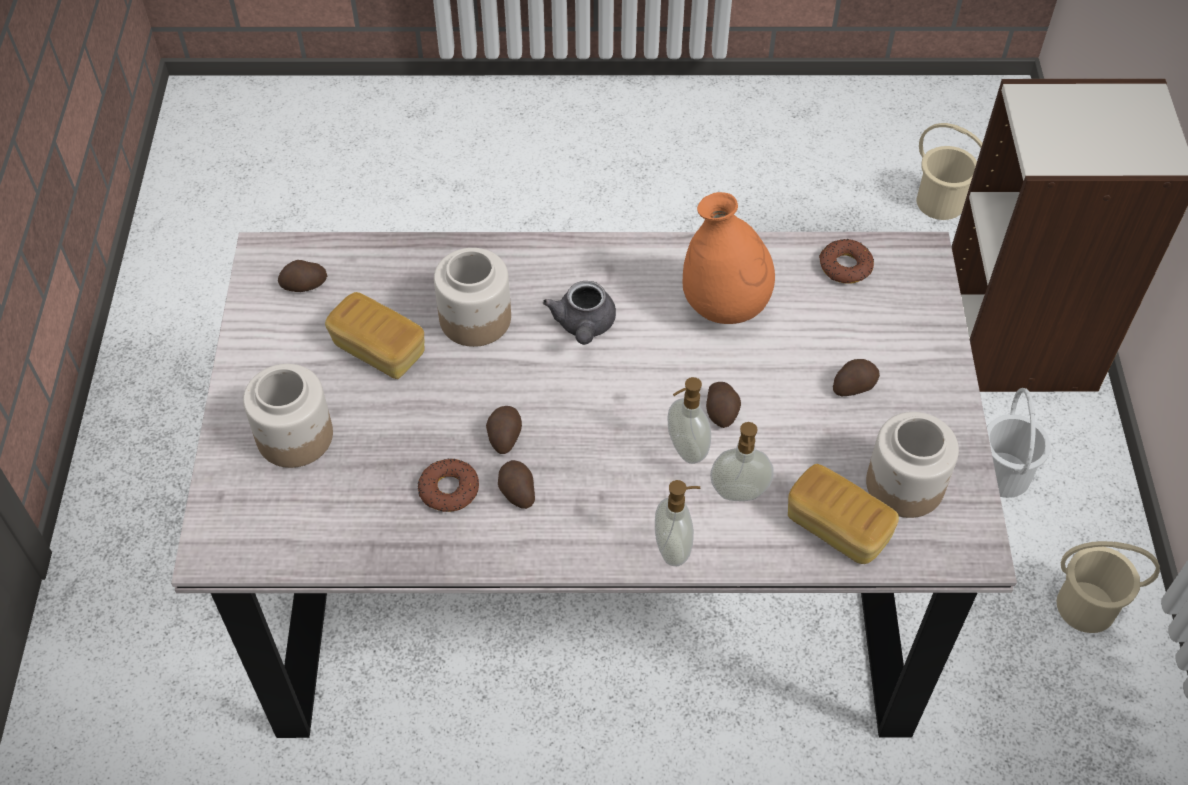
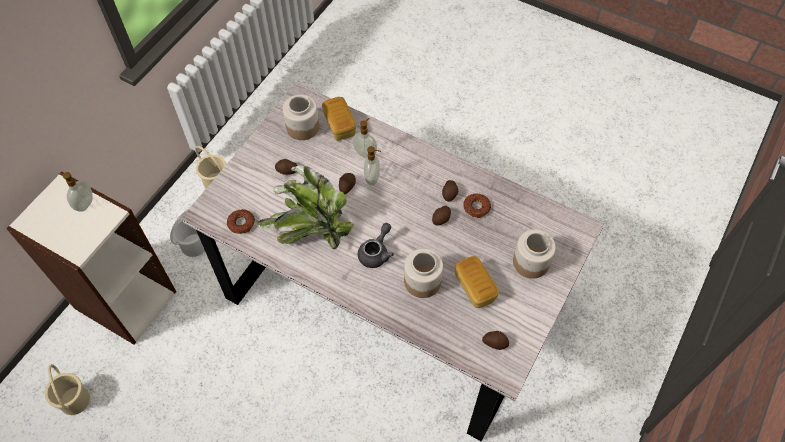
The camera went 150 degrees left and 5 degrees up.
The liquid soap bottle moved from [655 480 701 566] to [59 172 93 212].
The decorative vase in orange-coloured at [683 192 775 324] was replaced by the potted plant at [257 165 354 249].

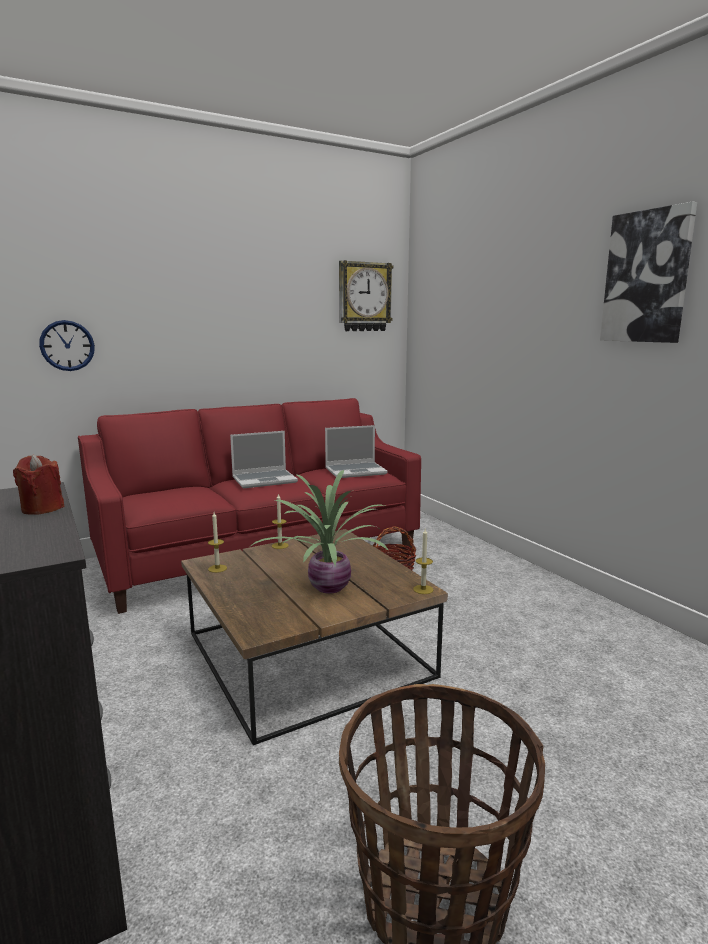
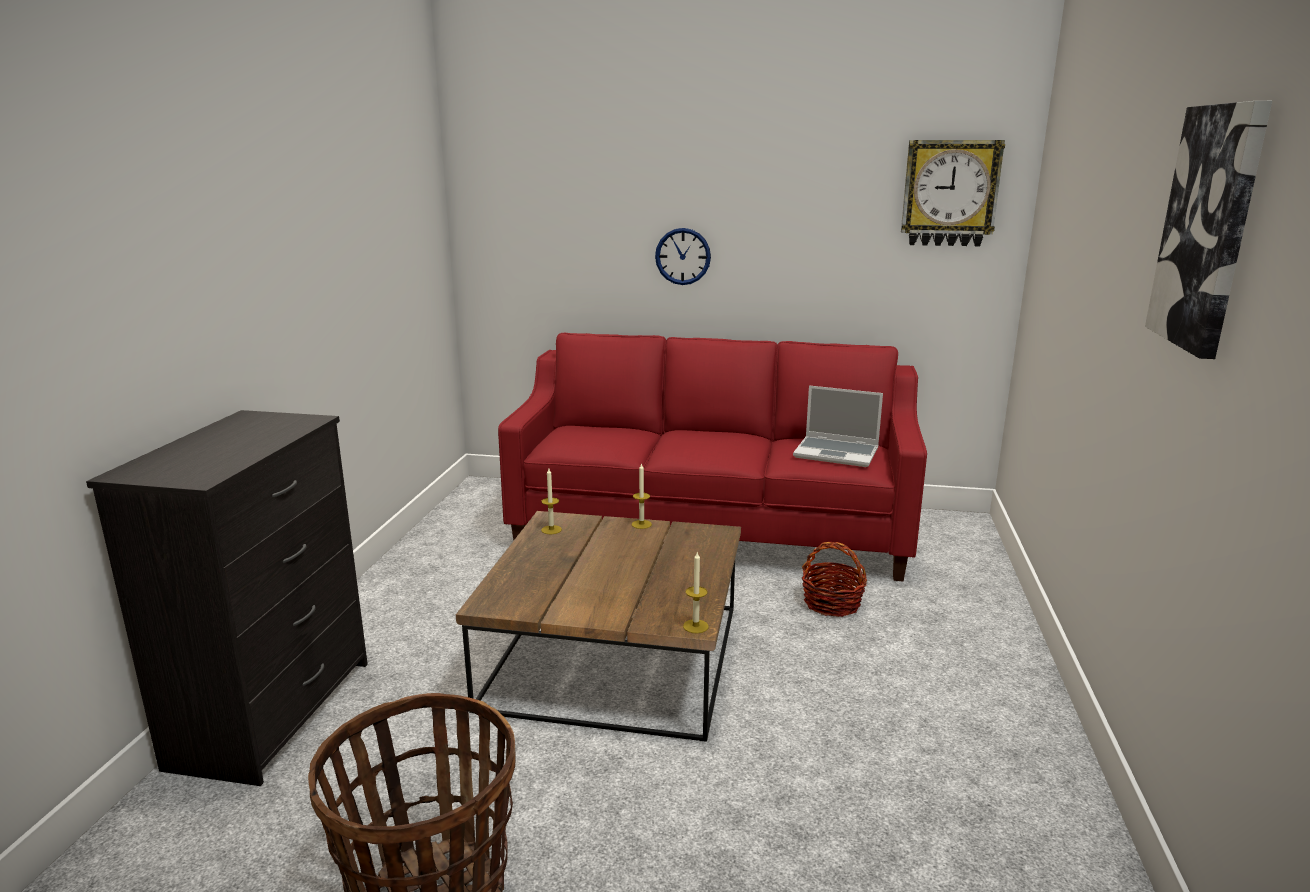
The camera went 40 degrees right and 5 degrees up.
The candle in reddish at [13 454 64 515] disappeared.
The laptop at [230 431 298 488] disappeared.
The potted plant at [251 470 389 594] disappeared.
The hanging clock moved from [39 320 95 371] to [655 228 711 285].

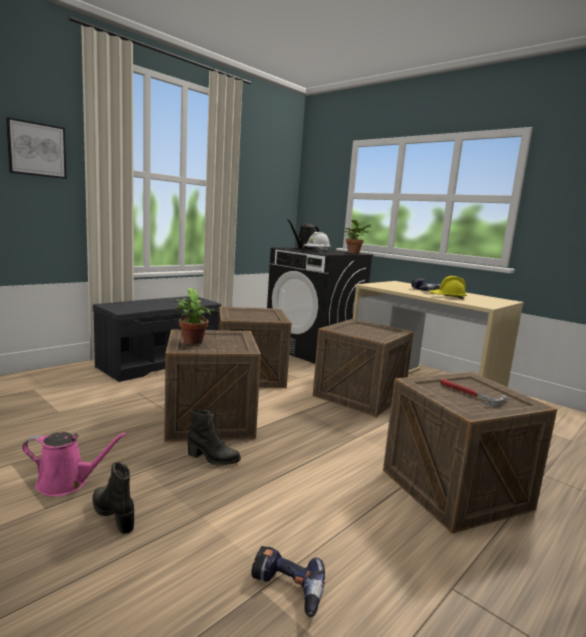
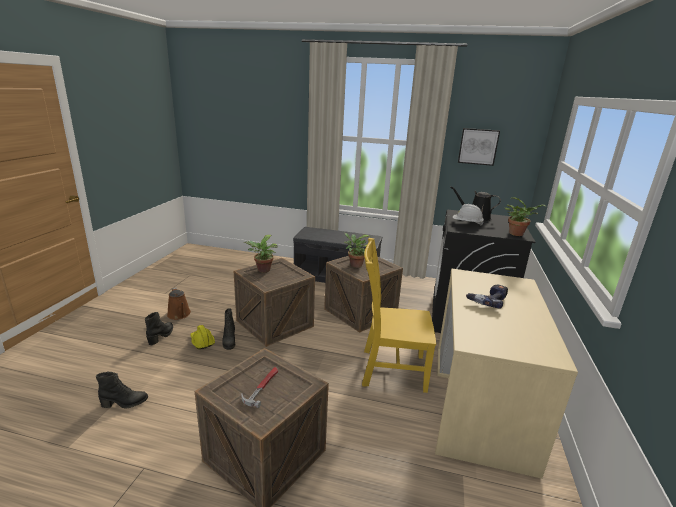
The camera went 60 degrees right and 10 degrees up.
The potted plant at [344 233 370 268] appeared.
The picture moved from [6 117 67 179] to [458 128 500 166].
The hard hat in yellow moved from [429 276 467 299] to [190 325 215 349].
The drill at [251 546 325 617] was replaced by the tall boot in black-coloured at [96 372 148 408].
The packing crate at [313 319 414 417] was replaced by the upright chair in yellow at [362 238 436 393].
The sprinkling can in pink at [22 432 127 496] became the sprinkling can in brown-coloured at [167 287 191 320].

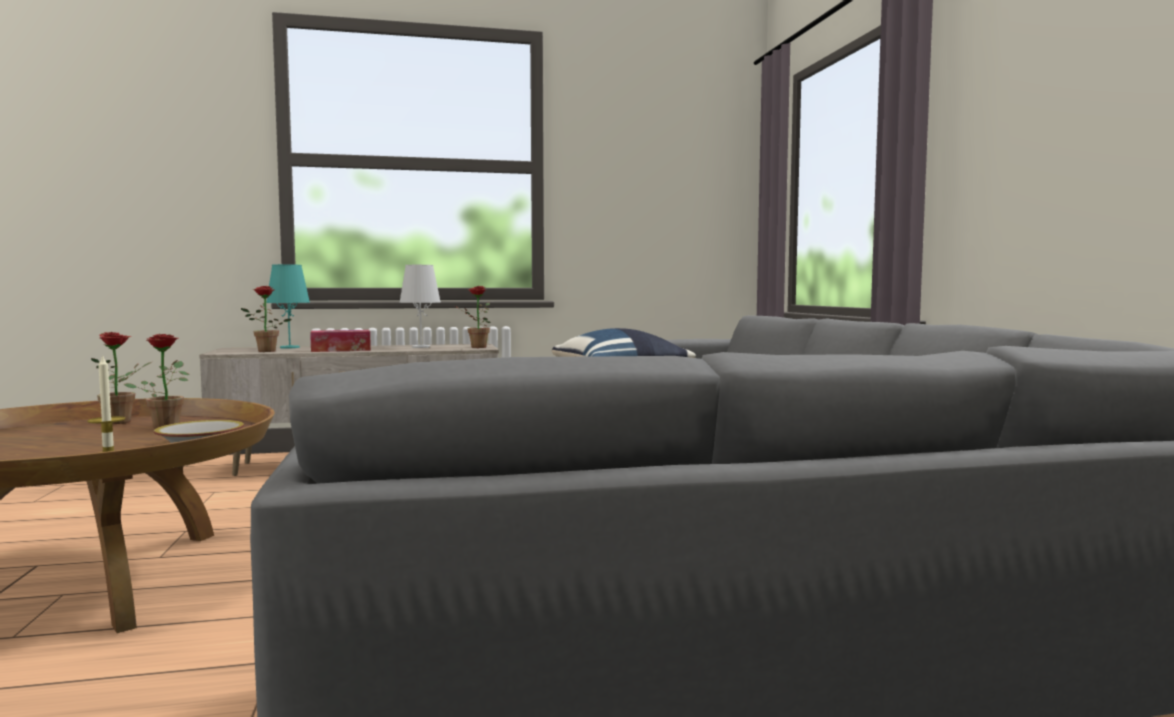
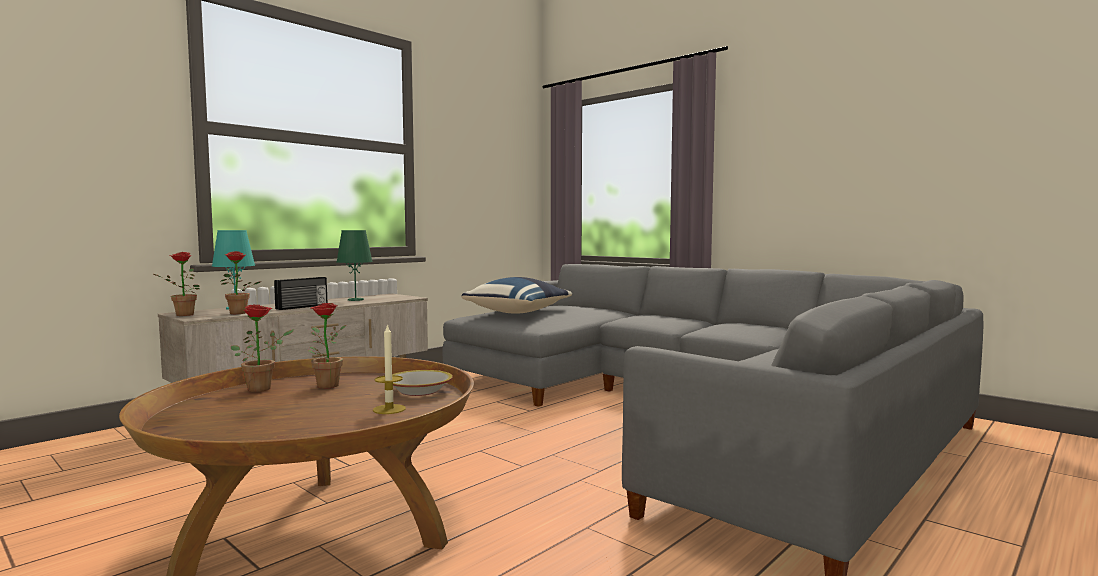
The camera went 35 degrees left and 0 degrees up.
The potted plant moved from [455 286 491 348] to [154 252 200 316].
The tissue box at [310 330 371 352] was replaced by the radio receiver at [274 277 327 310].
The tabletop lamp in white at [399 265 441 348] became the tabletop lamp in green-coloured at [336 230 373 301].

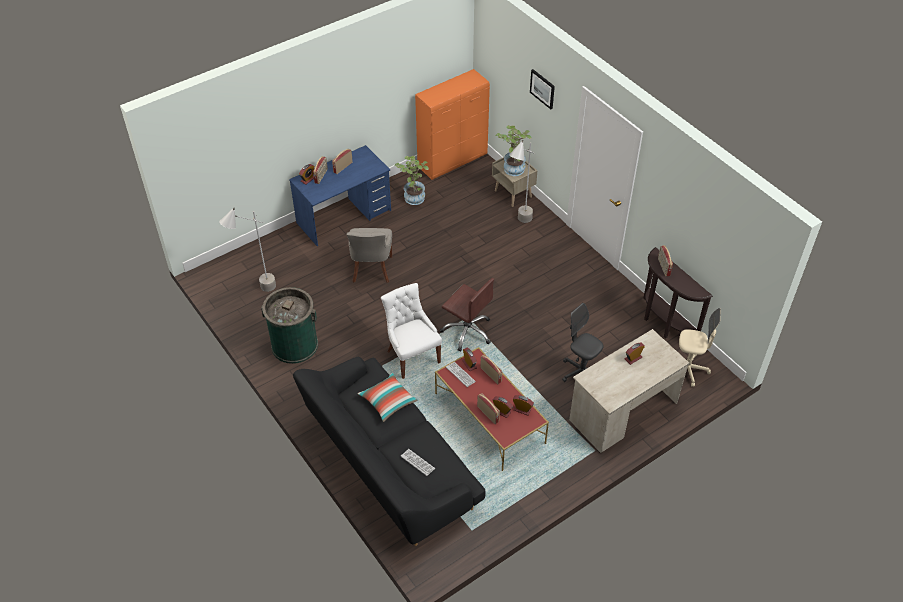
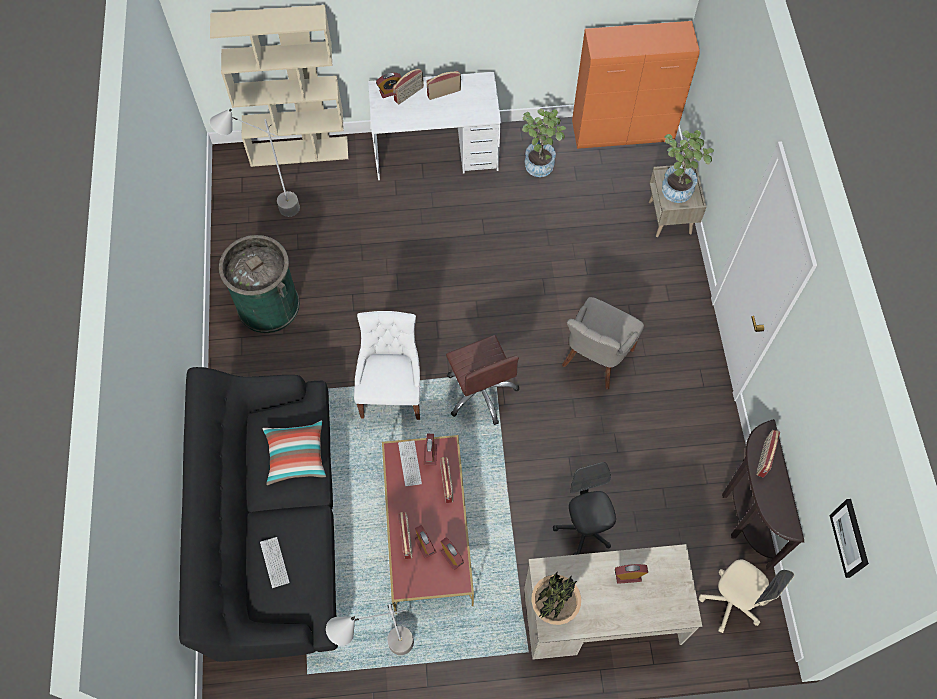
The camera went 30 degrees right and 15 degrees up.
The bookcase in sand-coloured at [210 5 348 167] appeared.
The potted plant at [531 571 581 625] appeared.
The upright chair in greyish moved from [347 228 392 283] to [562 297 644 390].
The floor lamp in greyish moved from [509 140 535 223] to [326 602 414 655].
The picture moved from [530 69 555 109] to [829 499 869 578].
The desk in blue at [289 145 391 246] became the desk in white at [368 72 501 180].

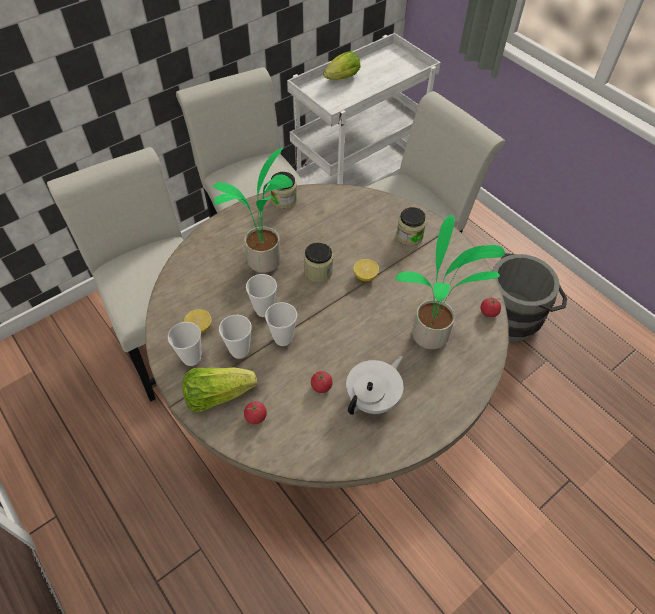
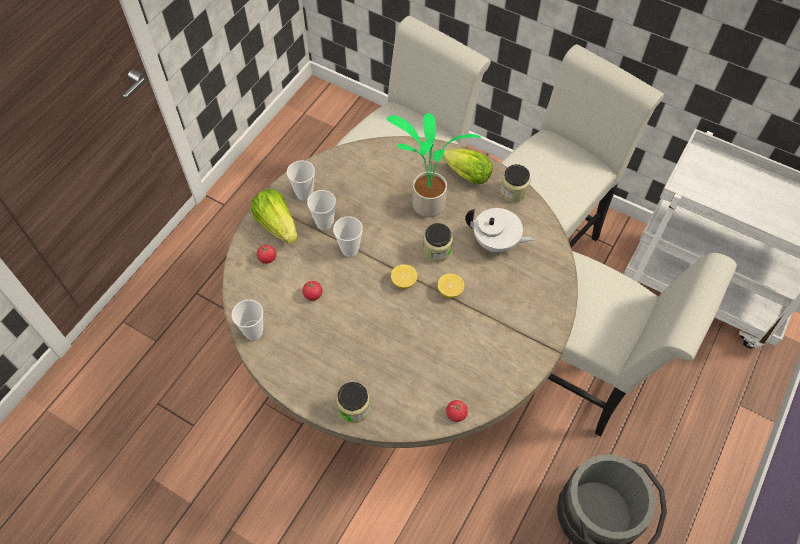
The camera went 70 degrees right and 5 degrees up.
The potted plant at [395 215 505 349] disappeared.
The lemon moved from [184 309 212 333] to [391 264 417 289].
The cup moved from [246 274 277 317] to [232 300 263 340].
The lettuce moved from [324 51 361 80] to [442 149 493 184].
The teapot in white moved from [346 356 403 415] to [465 208 536 253].
The storage jar moved from [396 207 426 246] to [337 382 370 423].

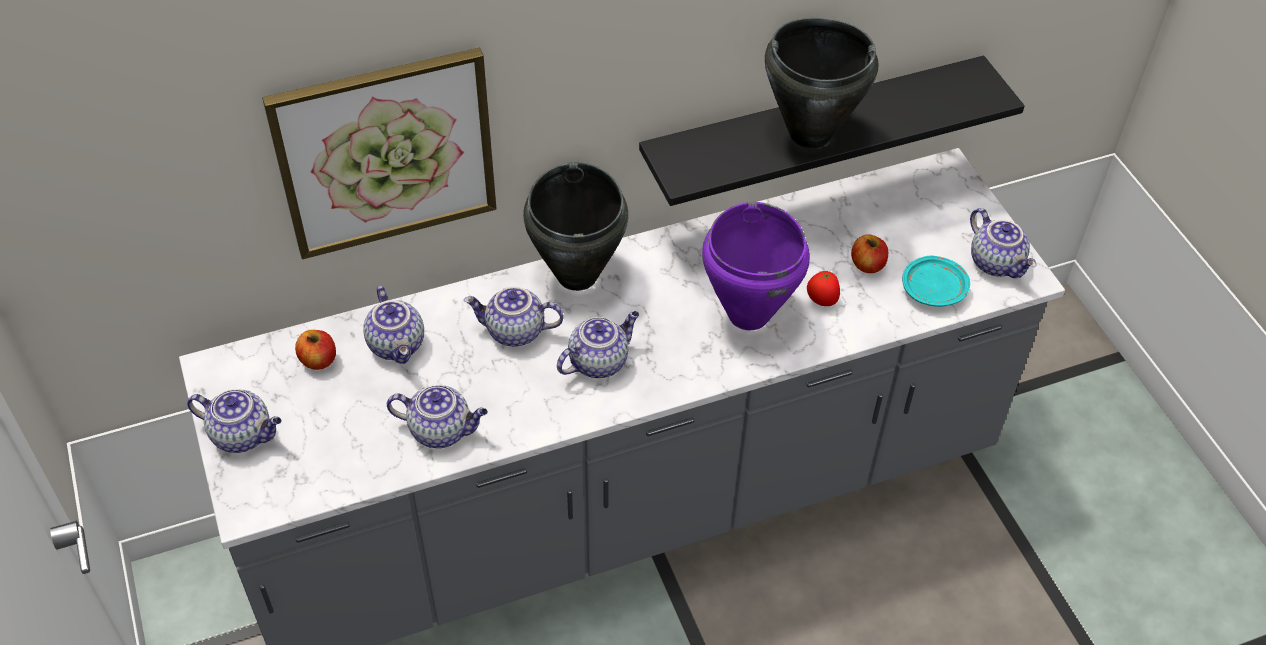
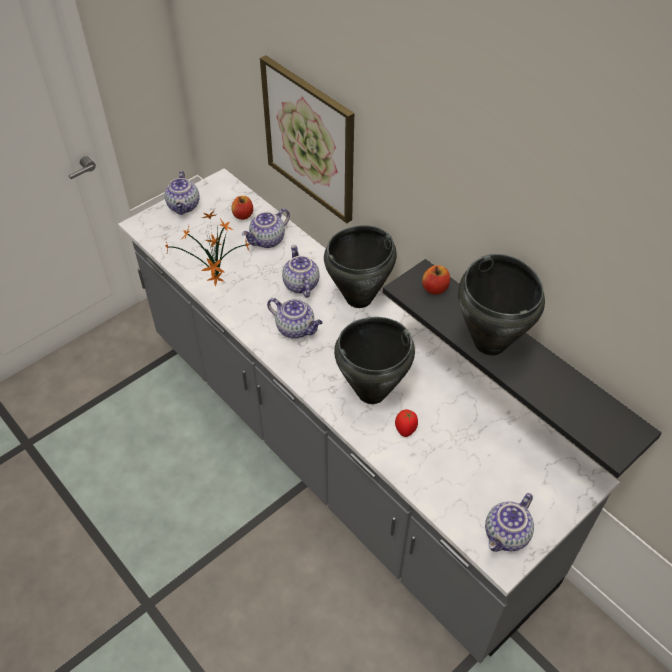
The camera went 70 degrees right and 0 degrees up.
The dinner plate in blue-green at [902 256 970 307] disappeared.
The whole apple moved from [851 234 888 273] to [422 265 450 294].
The teapot at [387 385 488 448] was replaced by the potted plant at [165 210 251 286].
The saucepot in purple at [702 202 810 330] became the saucepot in black-coloured at [334 317 415 404].

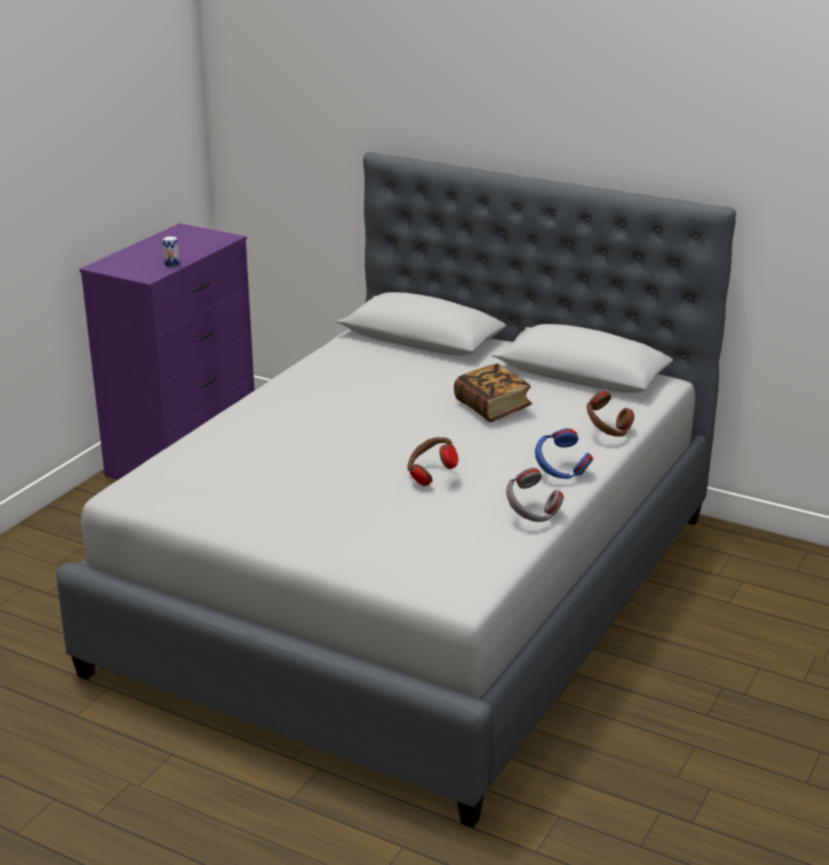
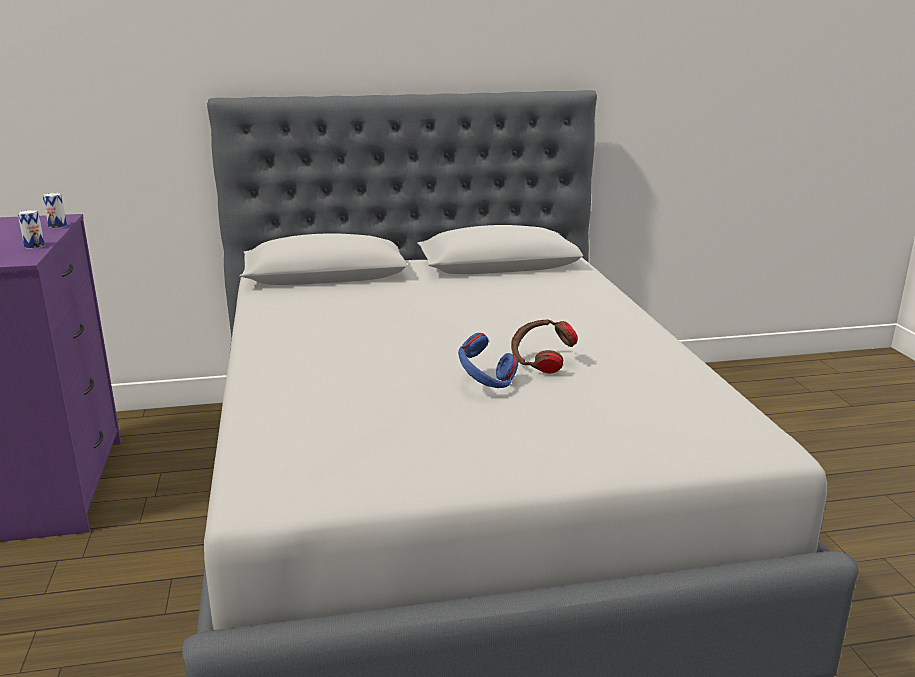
The camera went 40 degrees left and 5 degrees down.
The book at [454 364 532 422] disappeared.
The headset in greyish at [506 468 564 522] disappeared.
The headset in brown-coloured at [587 390 634 437] disappeared.
The metal can at [43 193 67 228] appeared.
The headset in blue moved from [535 428 593 479] to [458 333 518 388].

